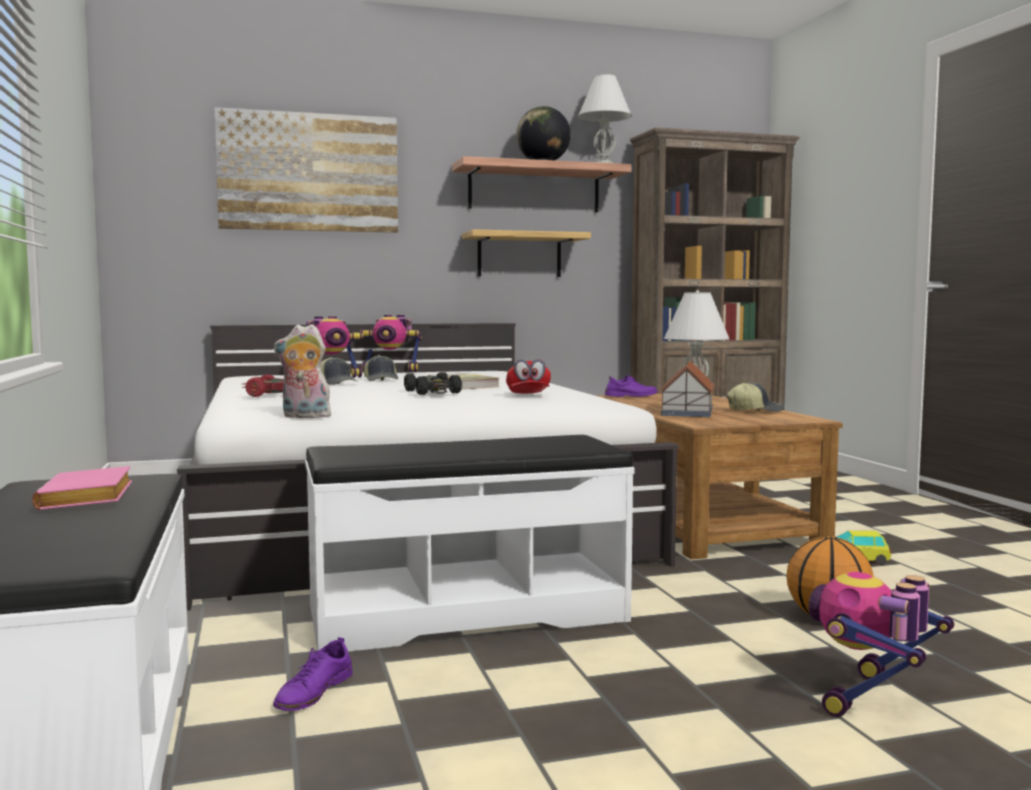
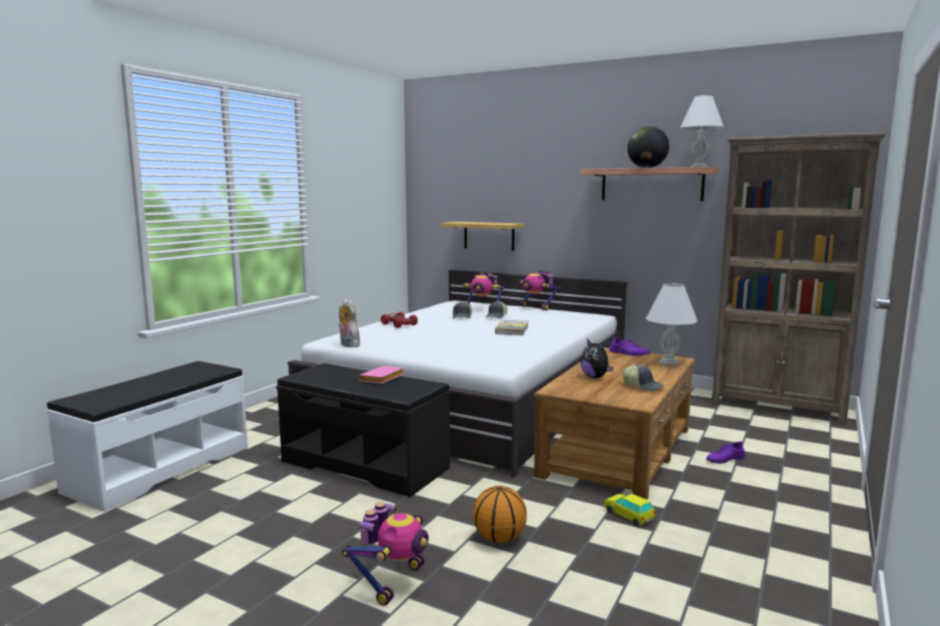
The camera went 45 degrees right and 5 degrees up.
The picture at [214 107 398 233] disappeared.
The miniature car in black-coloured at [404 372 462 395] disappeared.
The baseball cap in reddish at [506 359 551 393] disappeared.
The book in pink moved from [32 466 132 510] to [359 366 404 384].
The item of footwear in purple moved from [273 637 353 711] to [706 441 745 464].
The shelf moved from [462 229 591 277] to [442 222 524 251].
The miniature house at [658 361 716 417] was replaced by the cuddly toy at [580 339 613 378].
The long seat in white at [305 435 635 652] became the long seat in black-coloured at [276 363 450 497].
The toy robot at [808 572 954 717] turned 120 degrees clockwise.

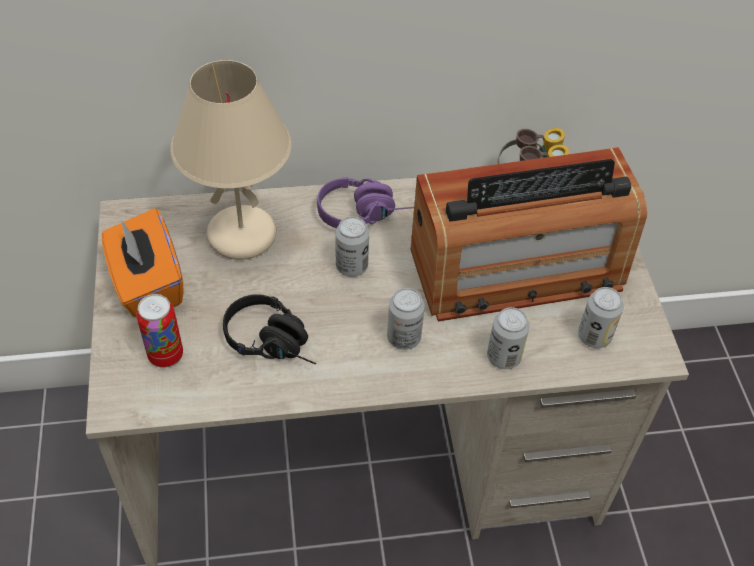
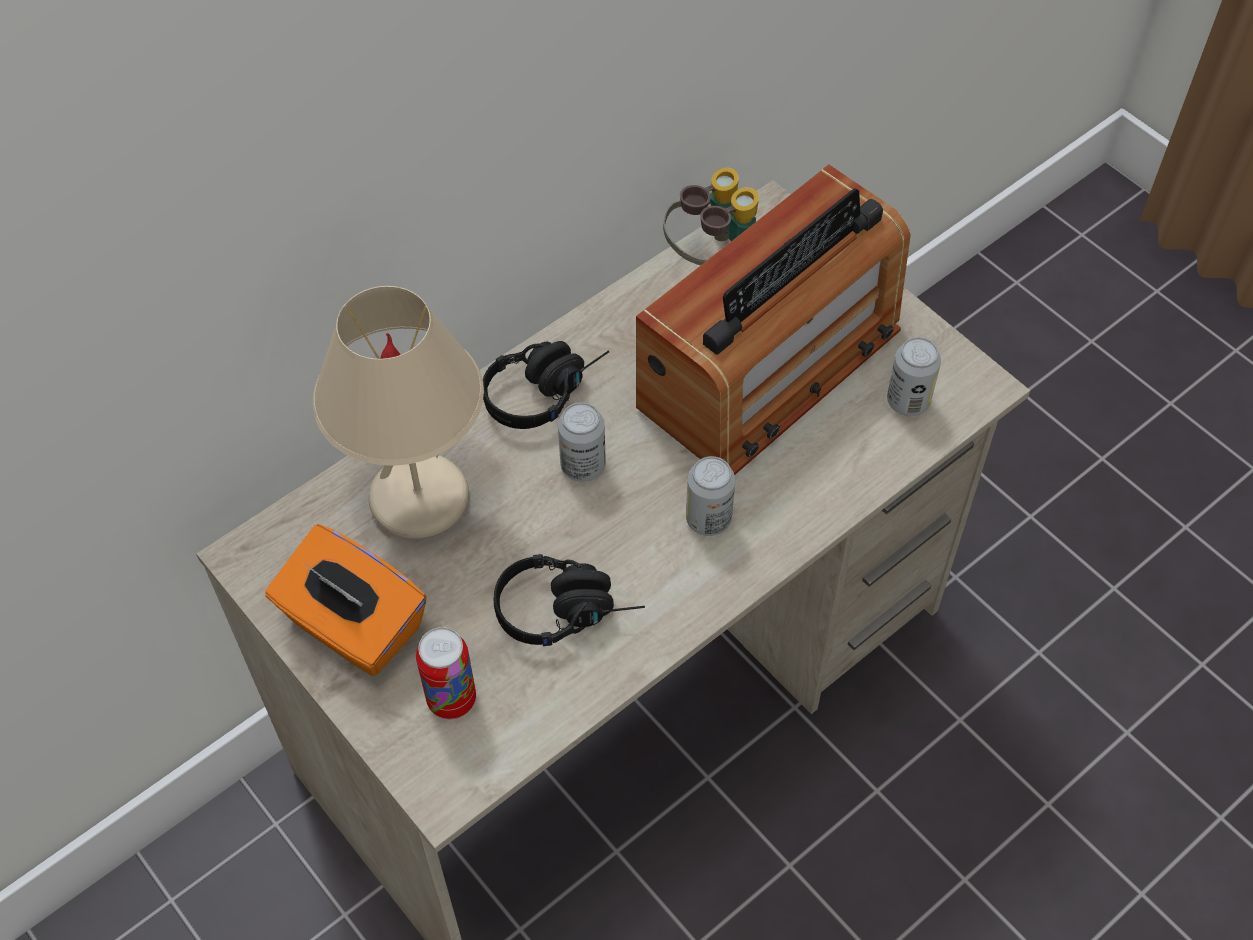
The camera went 30 degrees left and 5 degrees up.
The metal can at [487 307 530 369] disappeared.
The headset in purple at [317 177 414 228] became the headset in black-coloured at [483 341 609 429].

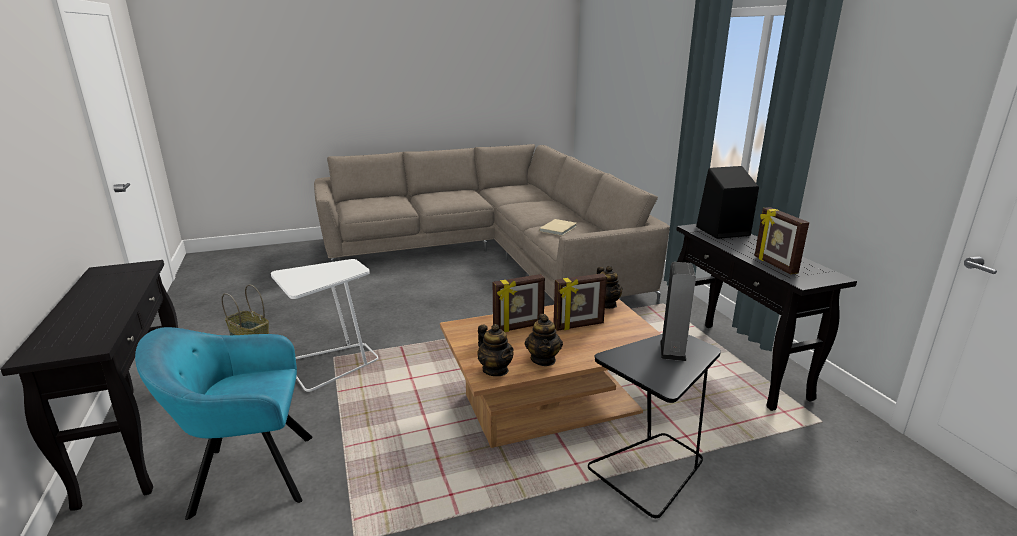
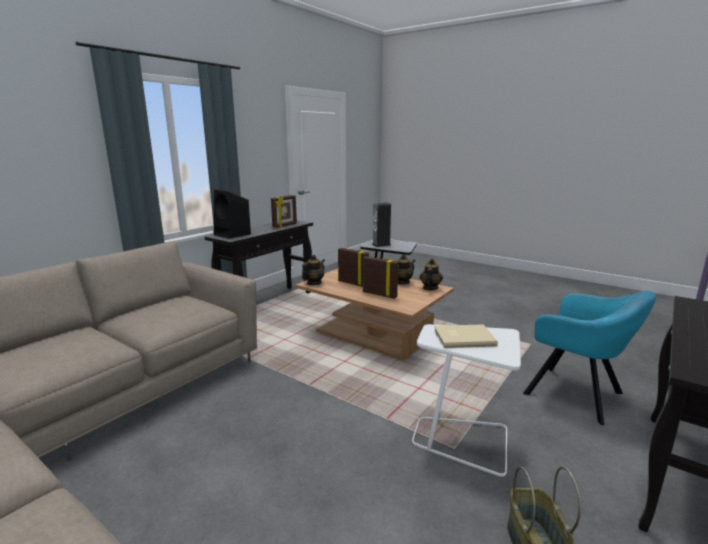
The camera went 125 degrees left and 5 degrees down.
The book in sand-coloured moved from [539 219 577 236] to [434 324 498 348].

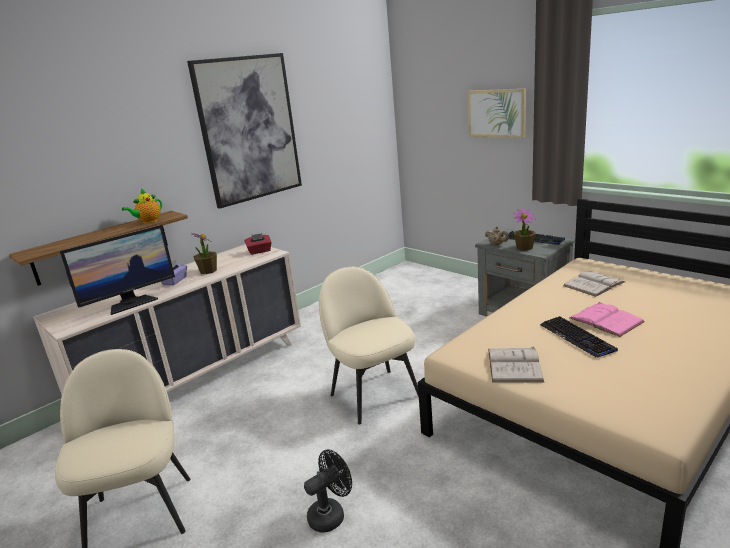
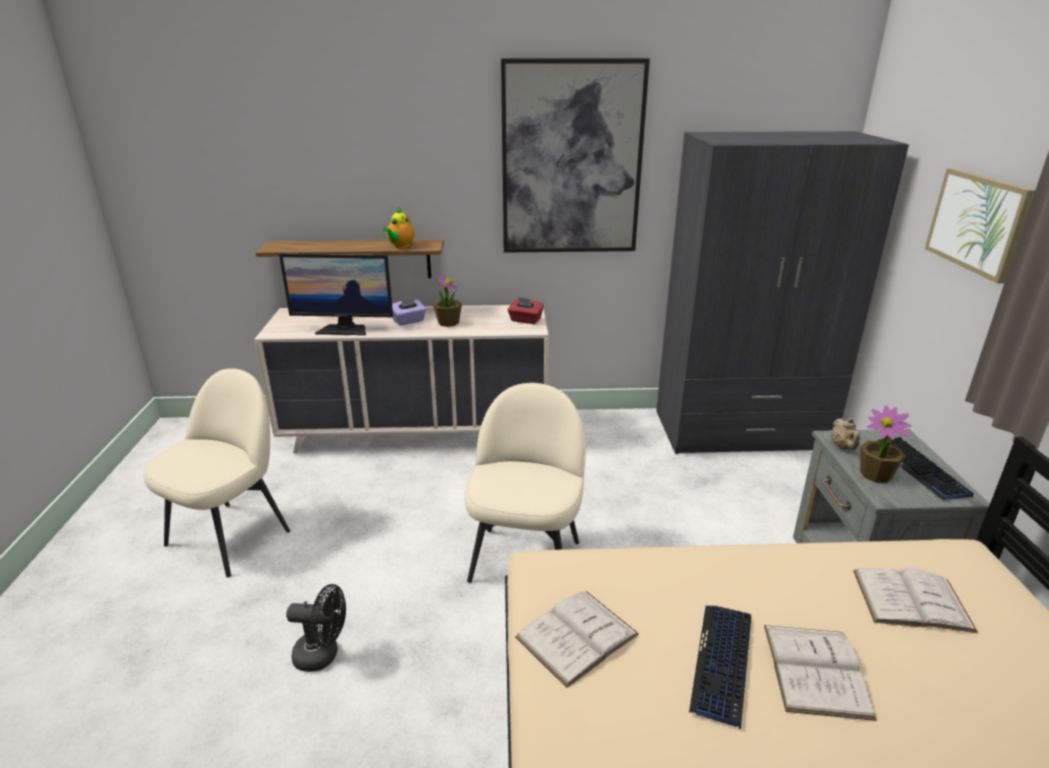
The camera went 40 degrees right and 5 degrees up.
The wardrobe in greyish at [656 131 909 454] appeared.
The book in pink at [569 302 645 337] became the book in white at [764 625 877 721].
The teapot at [122 189 162 223] turned 60 degrees counterclockwise.

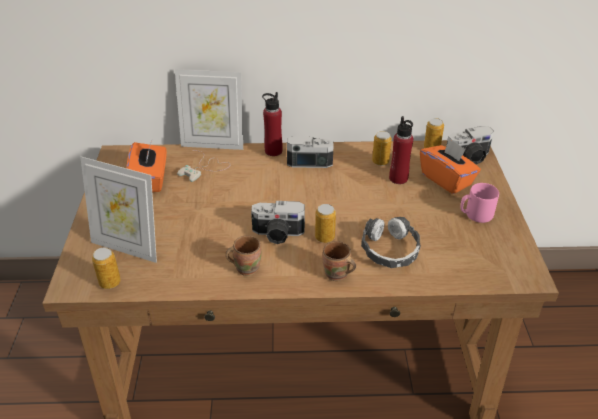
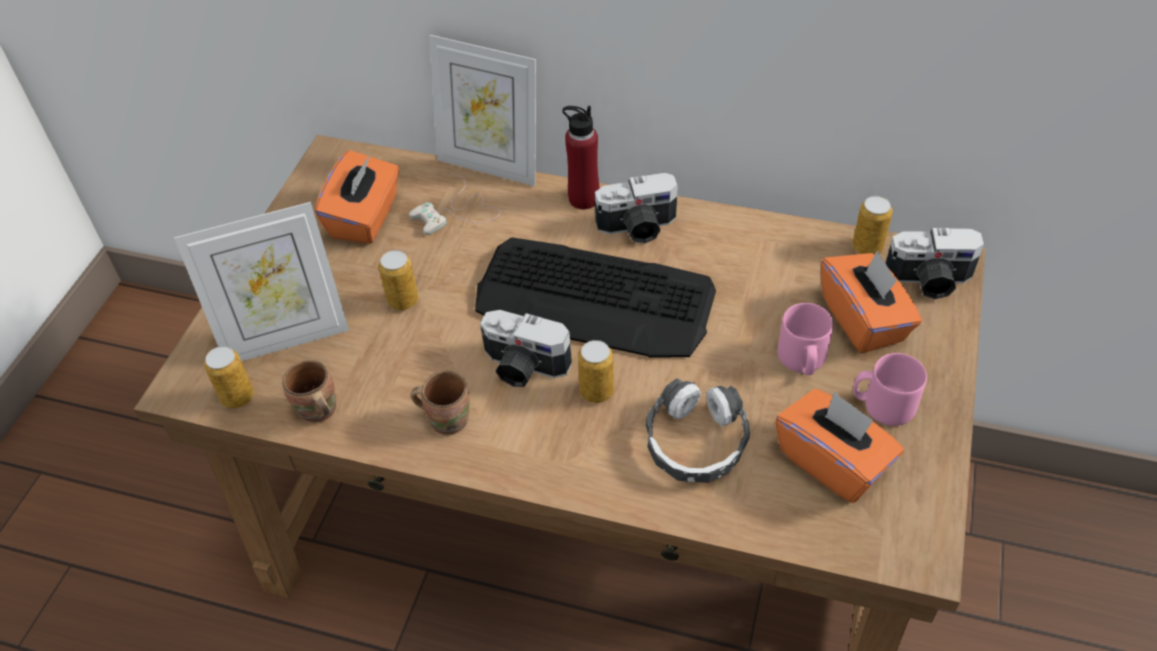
The camera went 20 degrees right and 10 degrees up.
The drink bottle in reddish at [389 116 413 184] disappeared.
The keyboard at [475 237 716 358] appeared.
The tissue box in orange-coloured at [775 389 904 503] appeared.
The mug in pink at [778 303 833 375] appeared.
The mug in brown-coloured moved from [323 241 356 281] to [282 360 336 423].
The metal can moved from [372 131 392 166] to [379 250 419 310].
The standing frame at [80 157 157 263] turned 60 degrees counterclockwise.
The photo camera at [287 136 333 168] turned 150 degrees clockwise.

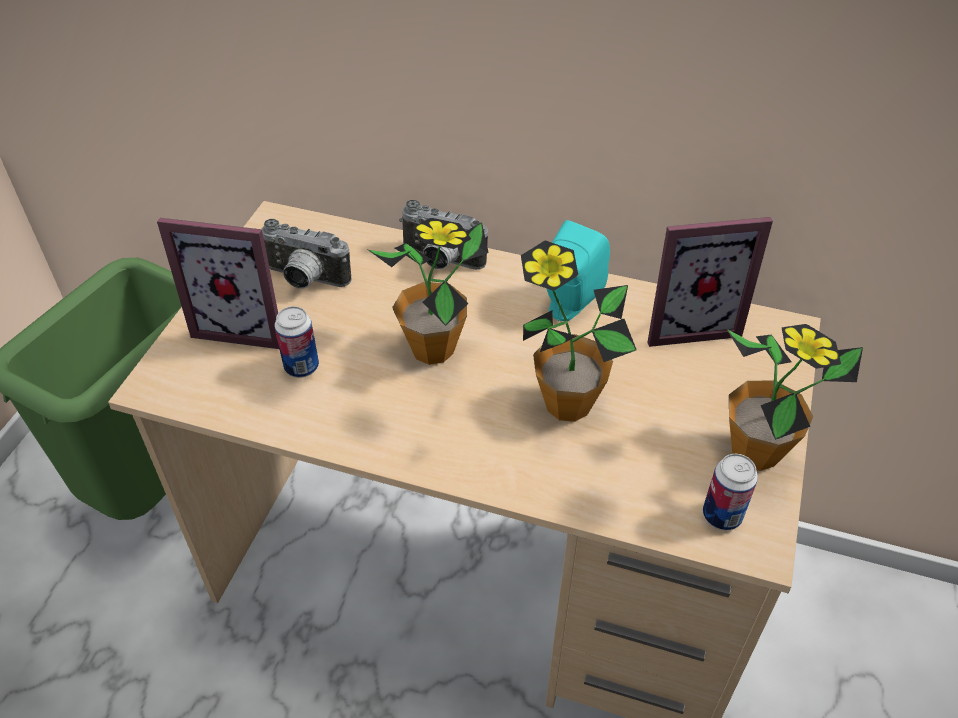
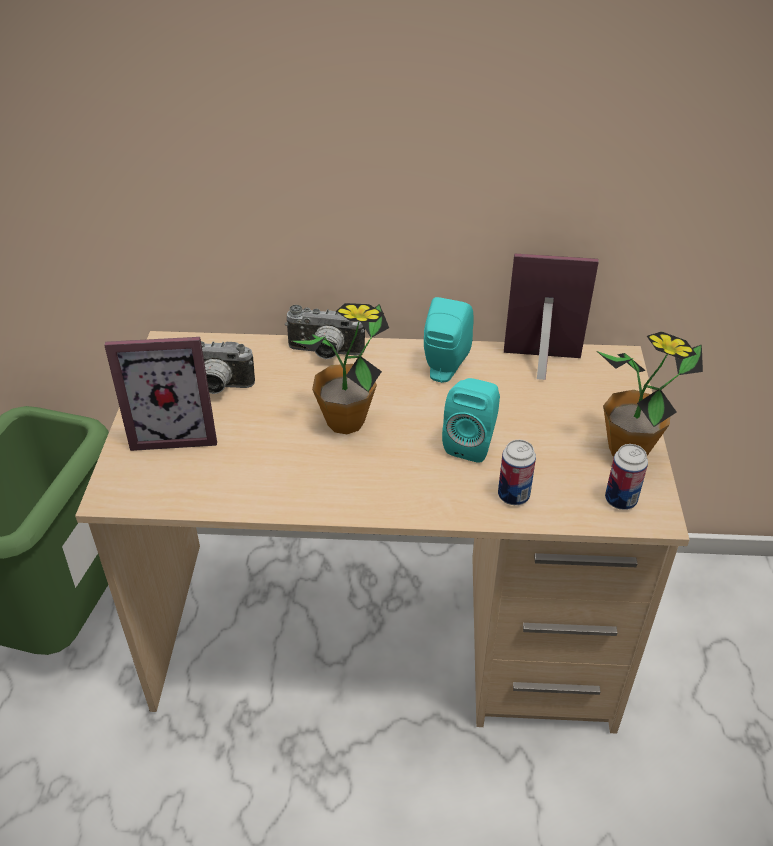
The camera went 15 degrees left and 5 degrees down.
The metal can moved from [275 306 319 378] to [498 440 536 505].
The potted plant at [521 240 636 422] was replaced by the loudspeaker in blue-green at [442 378 500 463].
The standing frame at [647 217 773 347] turned 150 degrees counterclockwise.

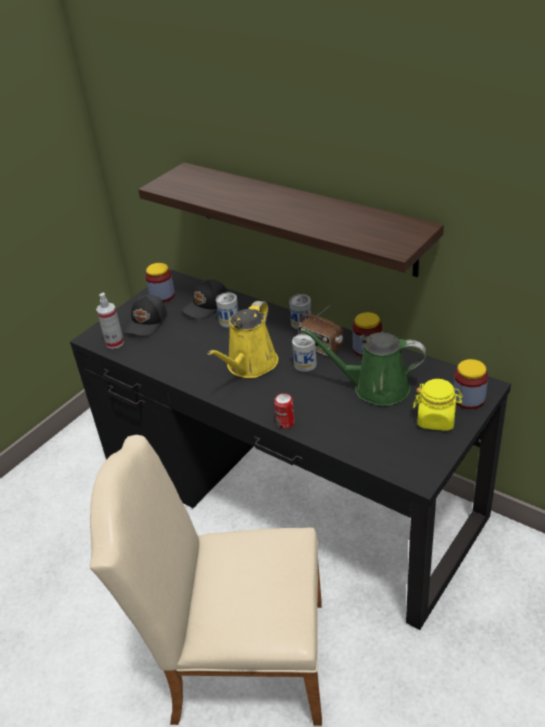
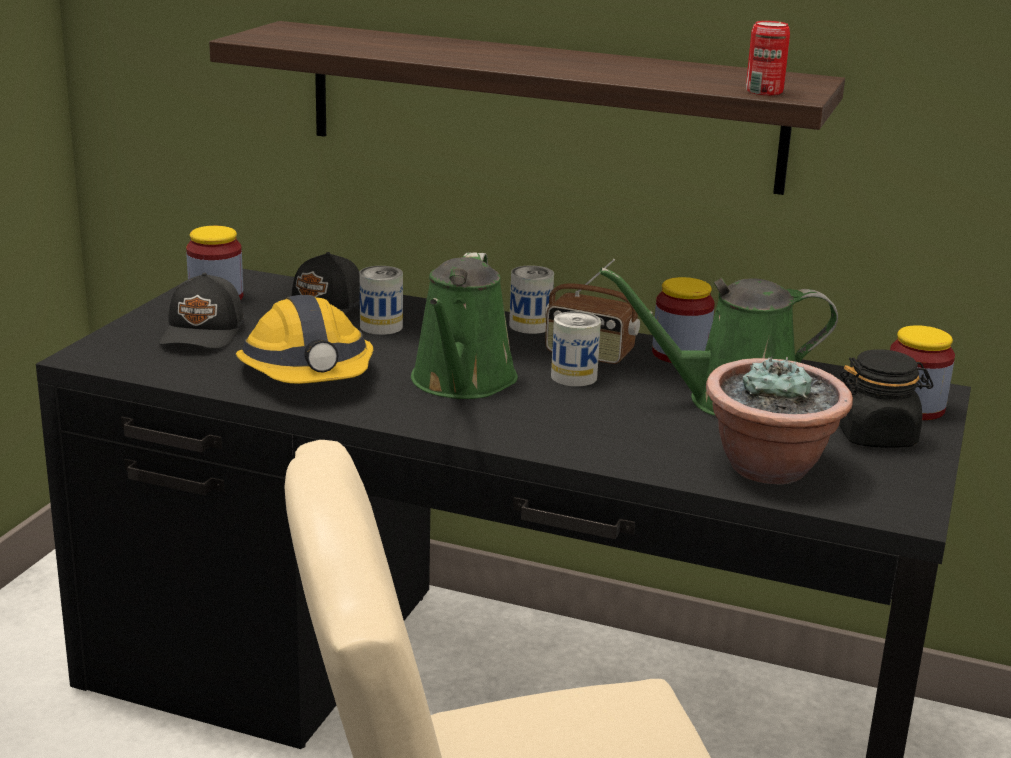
The camera went 20 degrees left and 15 degrees down.
The hand sprayer at [96 293 124 349] disappeared.
The hard hat at [235 295 373 384] appeared.
The potted plant at [706 356 853 485] appeared.
The metal can moved from [274 393 295 429] to [746 21 790 95].
The sprinkling can in yellow at [207 301 278 378] became the sprinkling can in green-coloured at [411 253 518 399].
The storage jar in yellow at [413 379 463 431] became the storage jar in black-coloured at [839 349 934 448].

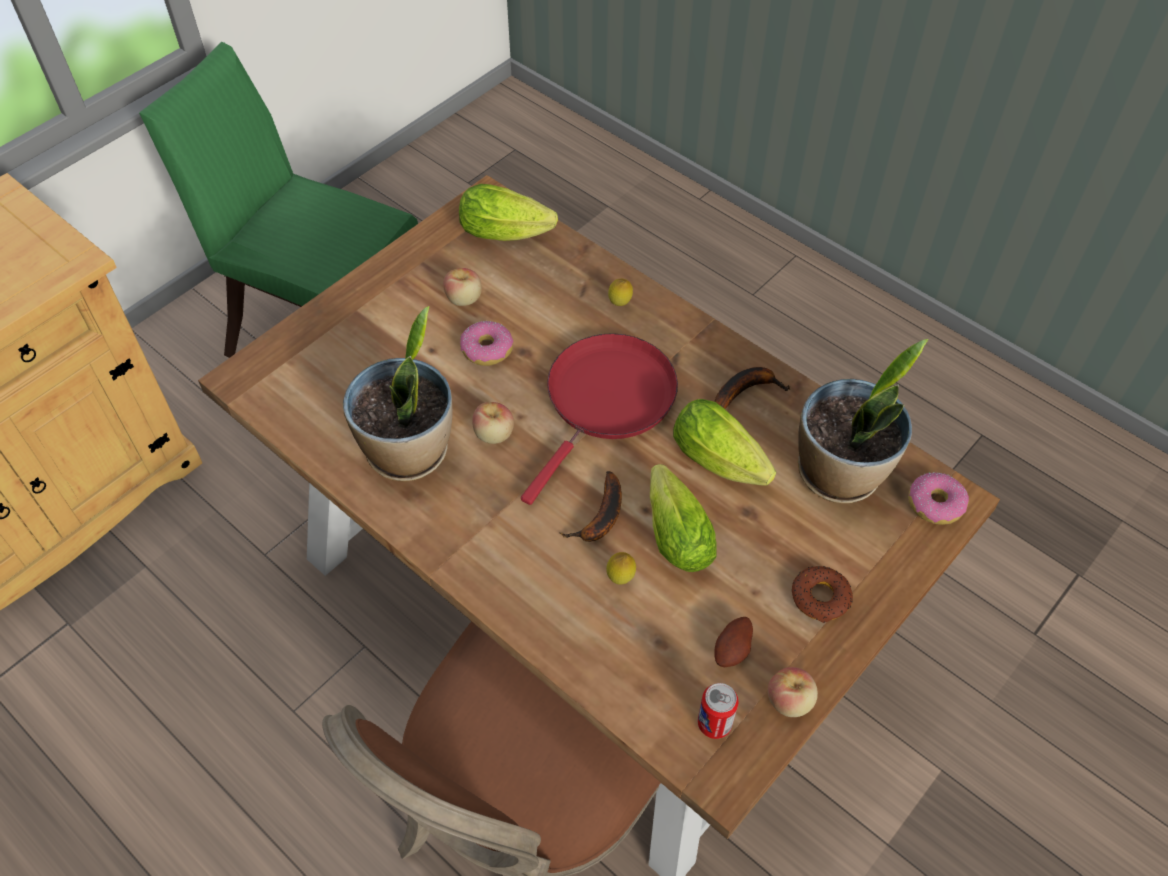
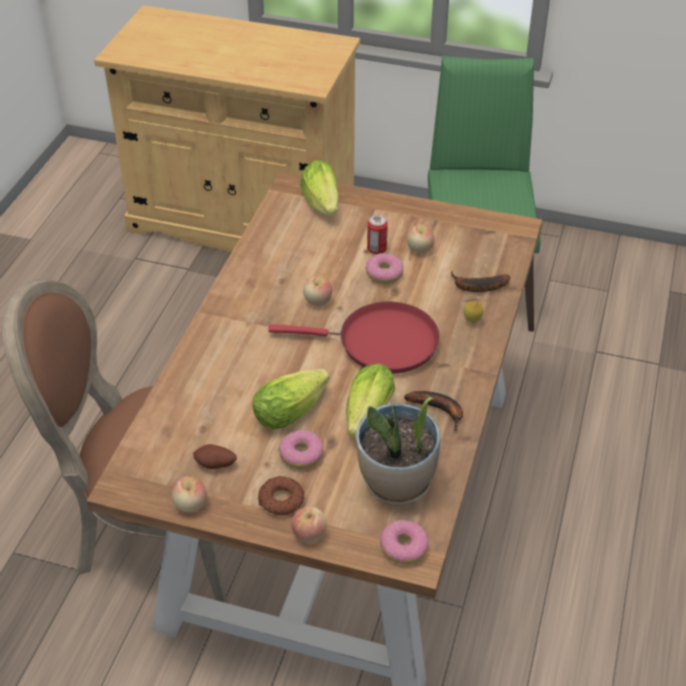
The camera went 65 degrees right and 10 degrees down.
The potted plant at [343 306 453 482] disappeared.
The lemon at [606 552 636 585] disappeared.
The ring doughnut at [278 430 324 469] appeared.
The whole apple at [291 507 327 544] appeared.
The lettuce moved from [459 184 558 241] to [300 160 339 216].
The banana fruit moved from [559 471 622 542] to [451 271 510 292].
The metal can moved from [698 683 738 739] to [367 215 388 254].

